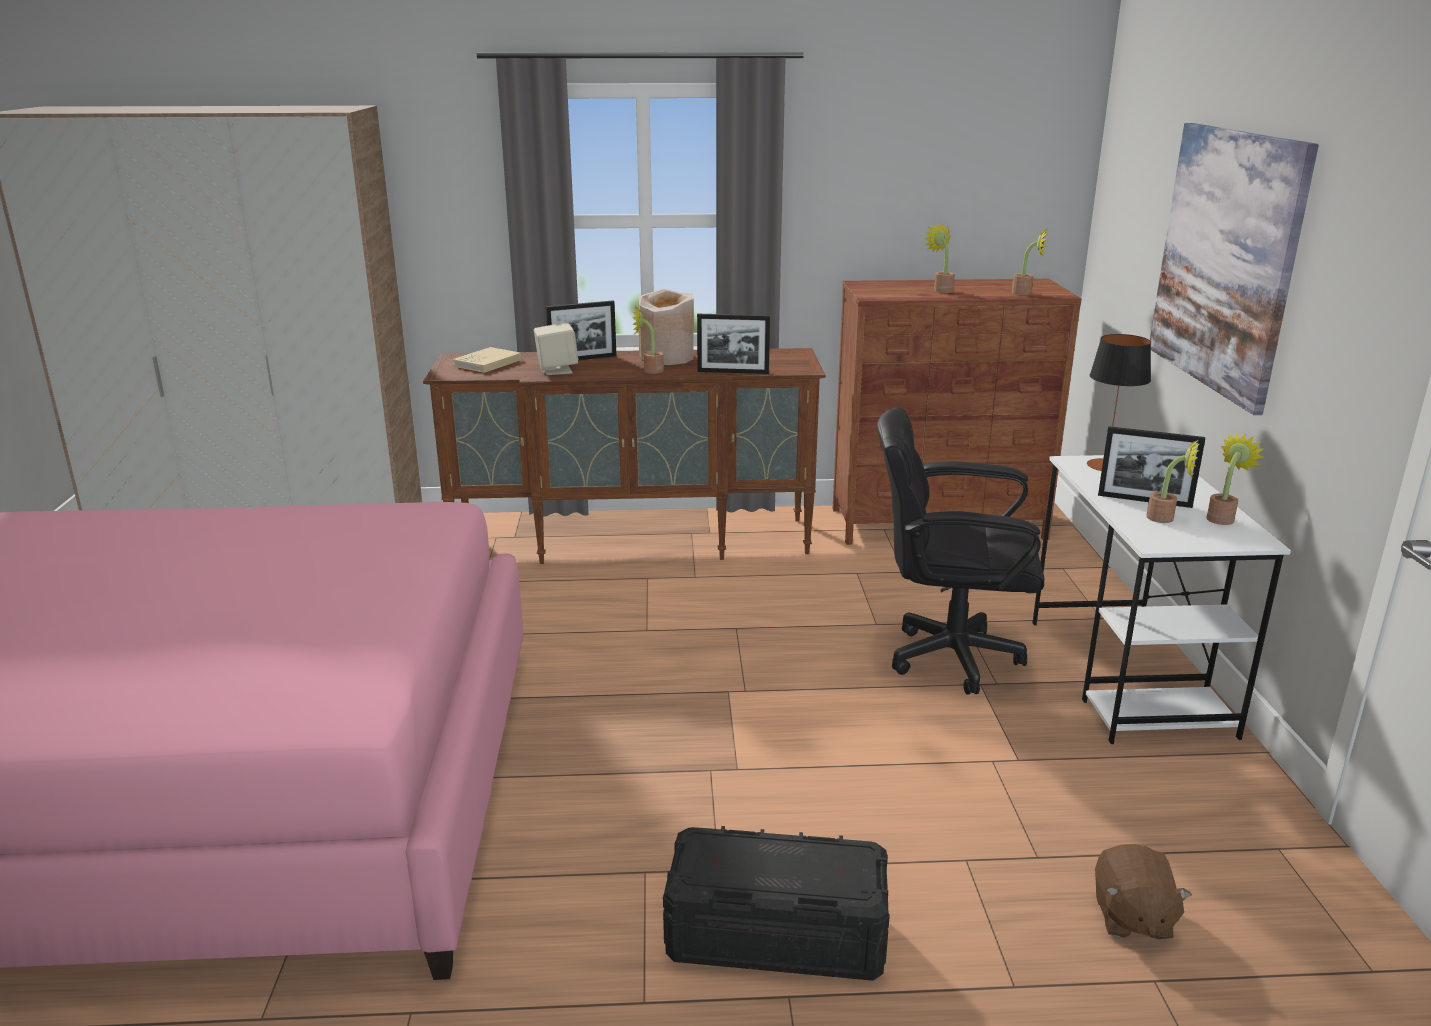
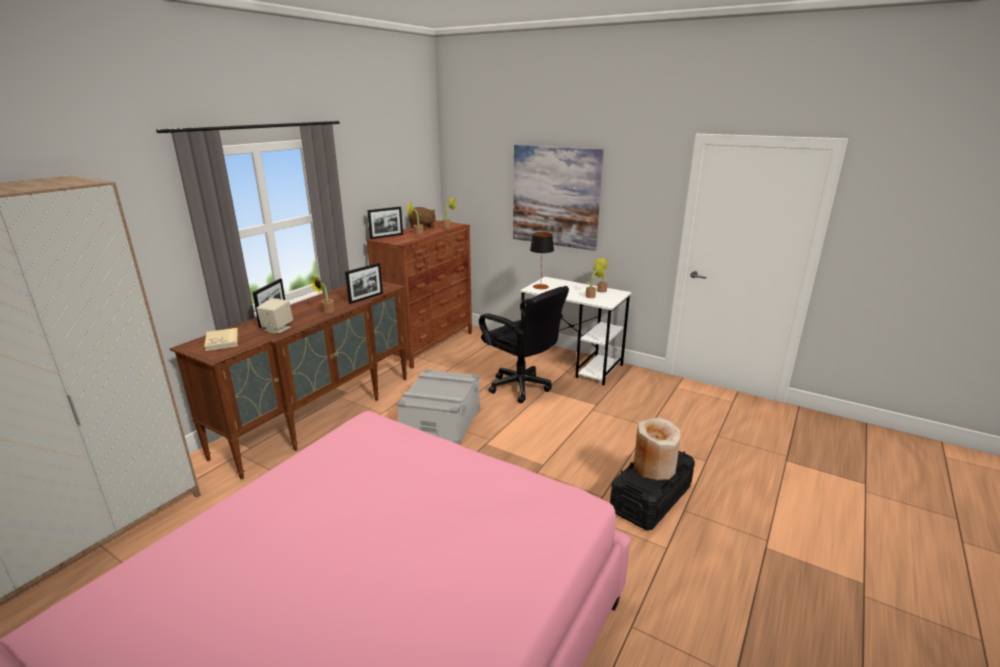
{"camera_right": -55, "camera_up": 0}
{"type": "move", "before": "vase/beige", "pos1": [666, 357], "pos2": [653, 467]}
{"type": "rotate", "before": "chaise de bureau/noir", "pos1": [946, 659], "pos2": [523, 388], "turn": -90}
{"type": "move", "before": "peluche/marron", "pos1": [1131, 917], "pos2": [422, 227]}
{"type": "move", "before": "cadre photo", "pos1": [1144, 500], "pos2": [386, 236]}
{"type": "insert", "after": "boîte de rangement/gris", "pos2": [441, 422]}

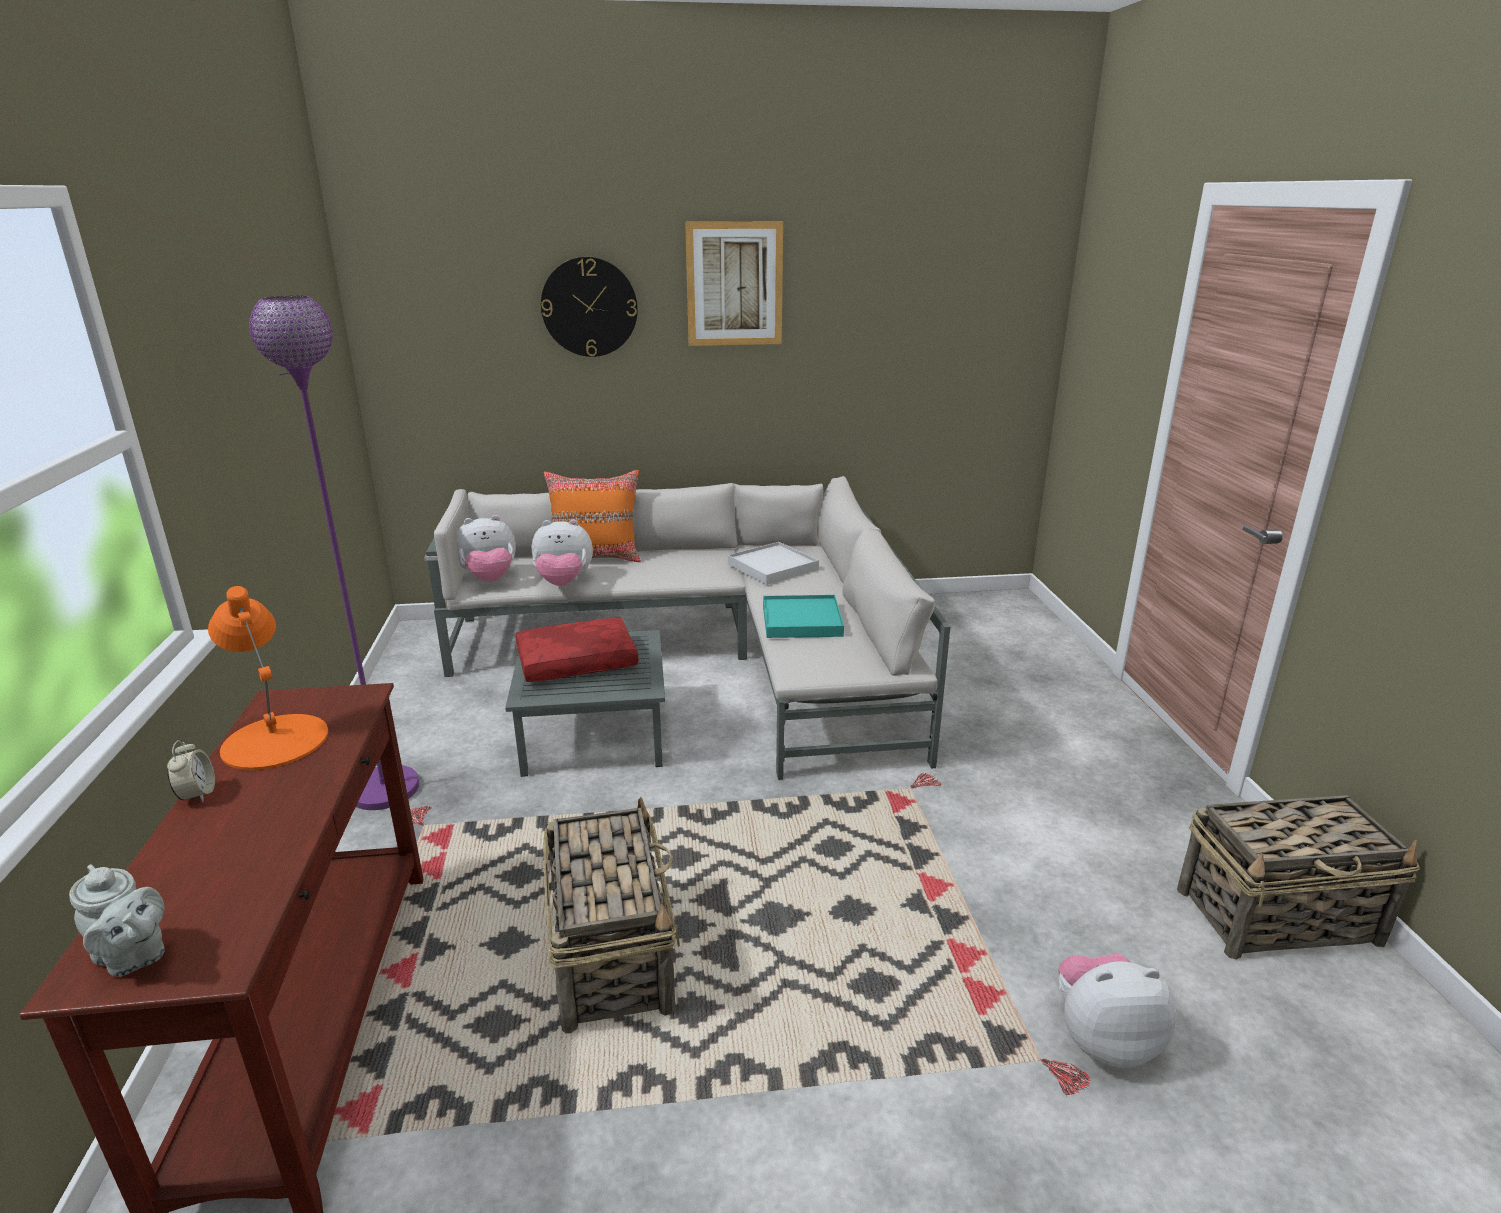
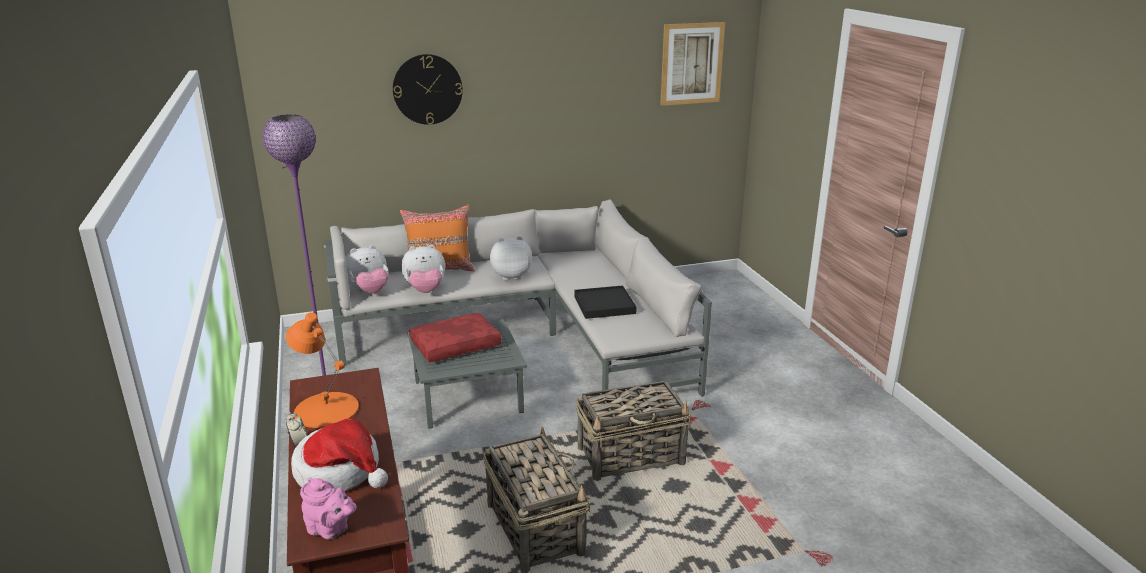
{"camera_right": -10, "camera_up": 0}
{"type": "recolor", "before": "théière/gris", "after": "théière/rose", "pos1": [133, 957], "pos2": [330, 530]}
{"type": "move", "before": "tableau", "pos1": [734, 284], "pos2": [691, 63]}
{"type": "delete", "before": "plateau/blanc", "pos1": [772, 567]}
{"type": "recolor", "before": "plateau/turquoise", "after": "plateau/noir", "pos1": [802, 621], "pos2": [604, 305]}
{"type": "move", "before": "peluche", "pos1": [1103, 1039], "pos2": [510, 276]}
{"type": "move", "before": "panier", "pos1": [1279, 916], "pos2": [632, 455]}
{"type": "insert", "after": "chapeau", "pos2": [340, 471]}

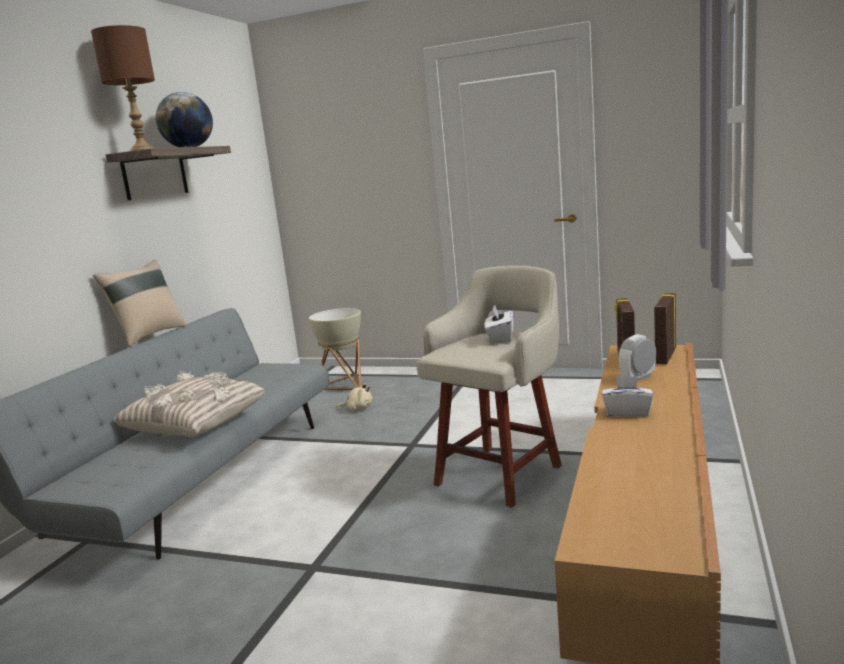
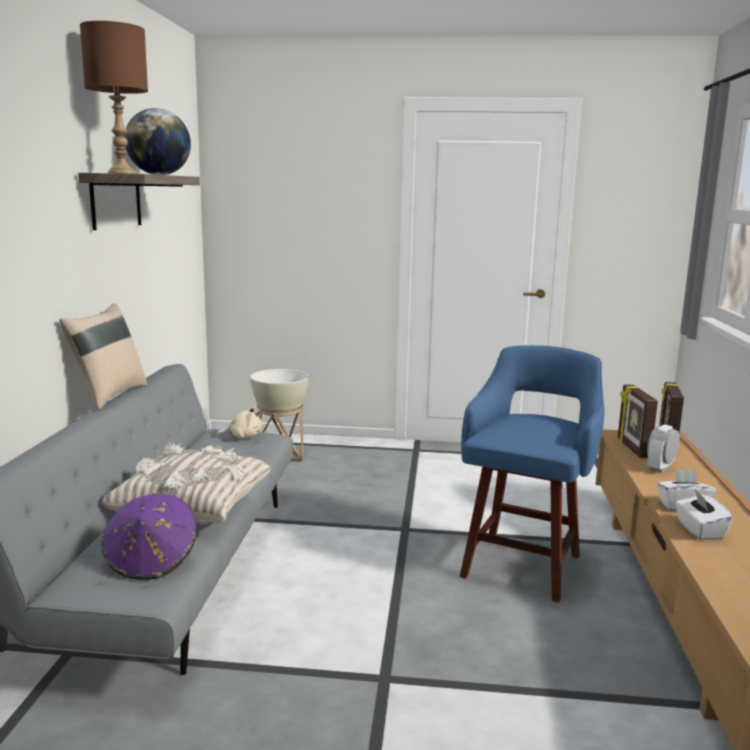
{"camera_right": -15, "camera_up": 0}
{"type": "move", "before": "peluche/beige", "pos1": [358, 408], "pos2": [243, 436]}
{"type": "recolor", "before": "tabouret/beige", "after": "tabouret/bleu", "pos1": [502, 473], "pos2": [524, 563]}
{"type": "move", "before": "boîte à mouchoirs/blanc", "pos1": [500, 338], "pos2": [699, 530]}
{"type": "insert", "after": "chapeau/violet", "pos2": [151, 561]}

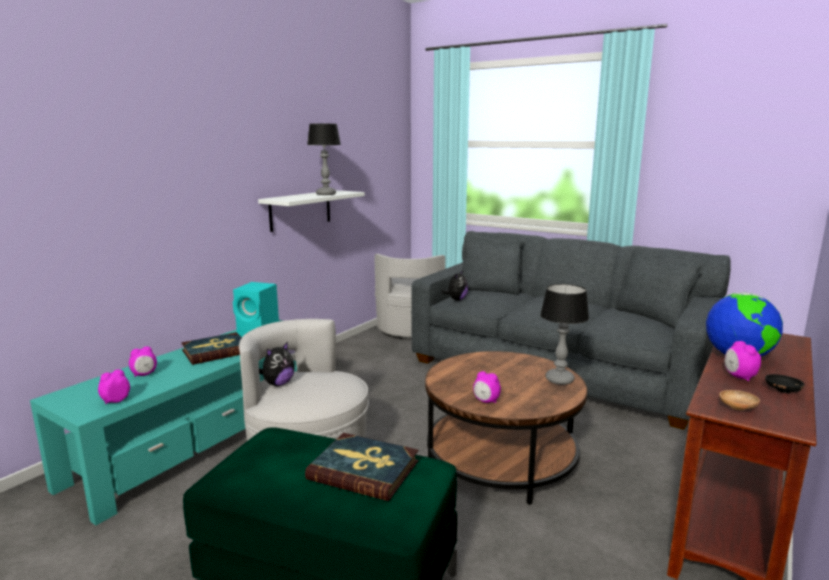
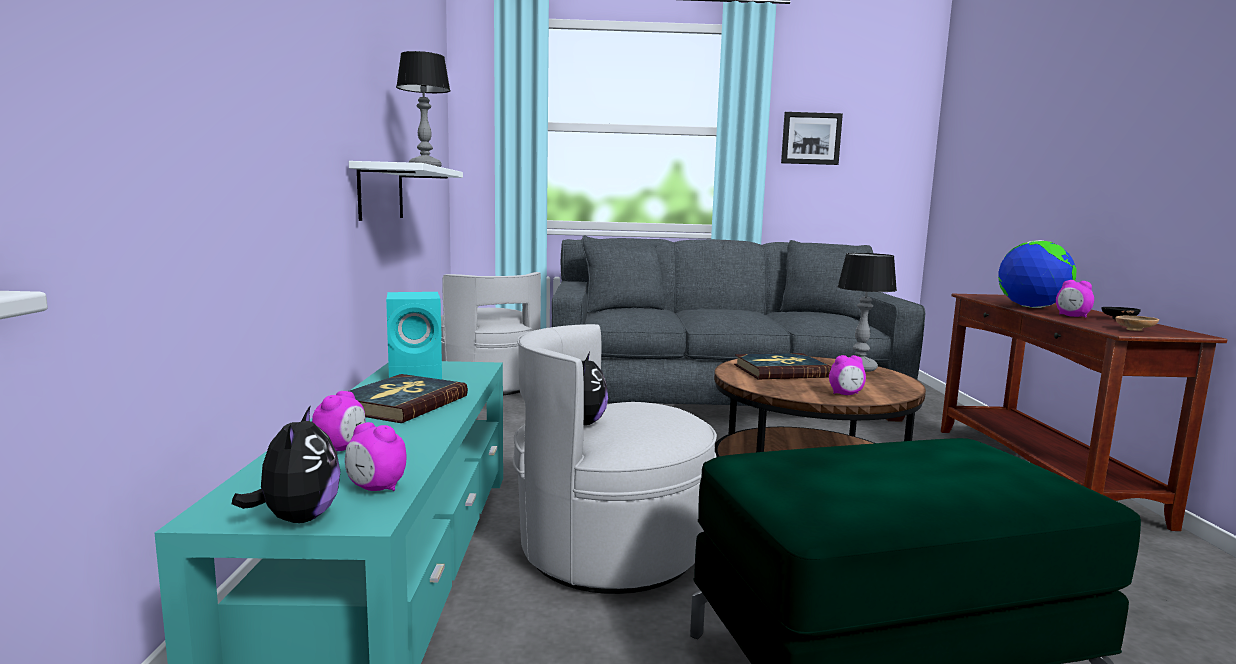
{"camera_right": -35, "camera_up": -5}
{"type": "rotate", "before": "réveil", "pos1": [116, 400], "pos2": [376, 488], "turn": -75}
{"type": "move", "before": "livre", "pos1": [364, 470], "pos2": [780, 371]}
{"type": "move", "before": "peluche", "pos1": [456, 299], "pos2": [297, 518]}
{"type": "insert", "after": "tableau", "pos2": [811, 138]}

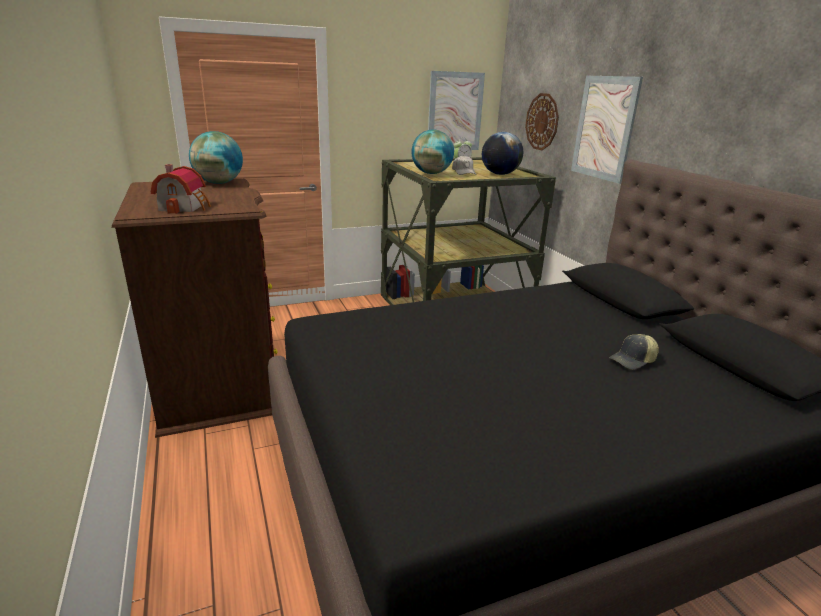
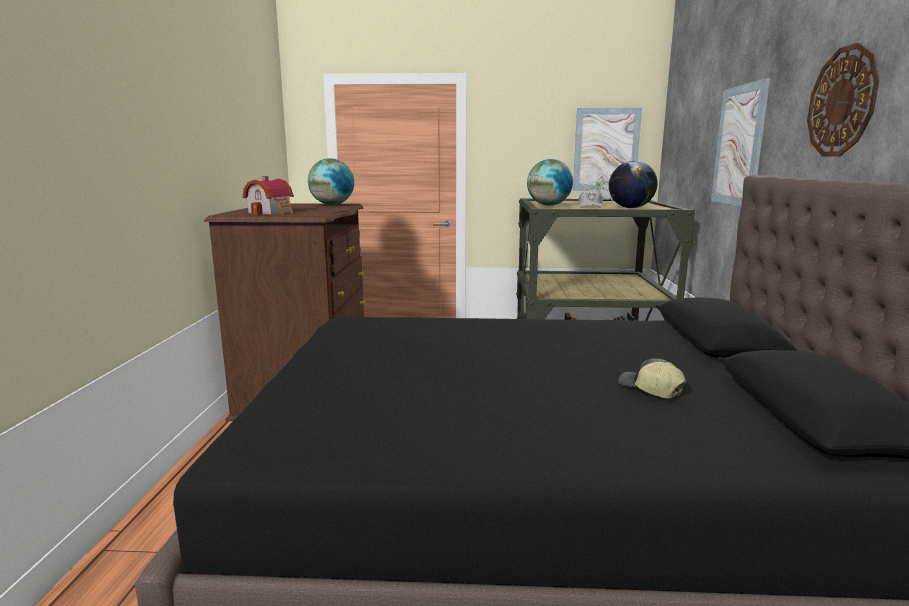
{"camera_right": 25, "camera_up": -10}
{"type": "move", "before": "horloge murale", "pos1": [542, 122], "pos2": [842, 102]}
{"type": "rotate", "before": "casquette", "pos1": [633, 361], "pos2": [649, 389], "turn": 60}

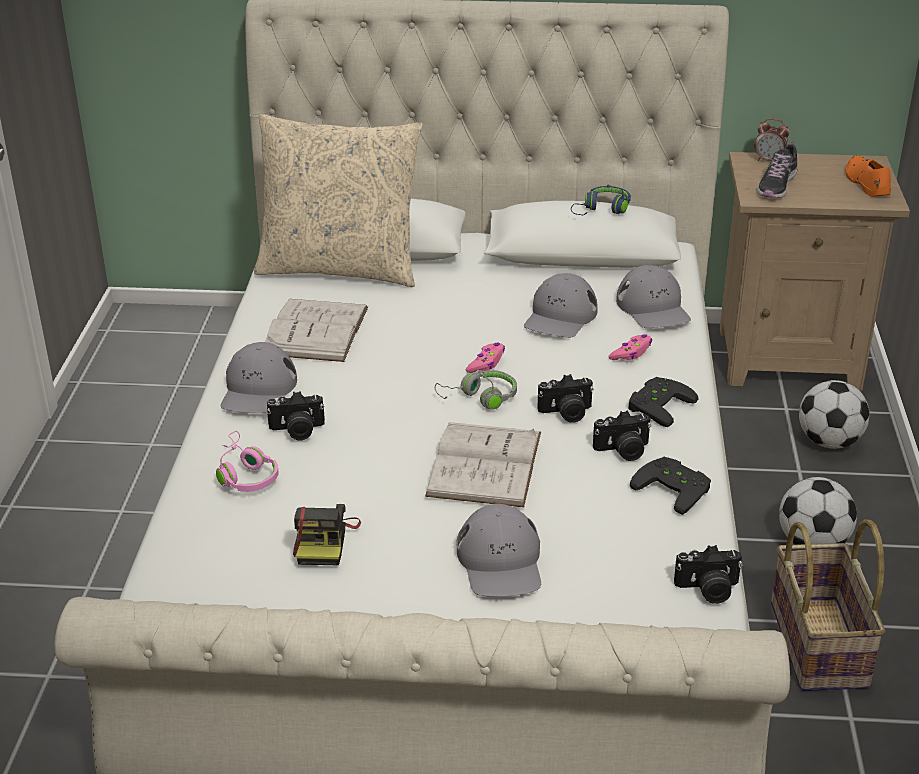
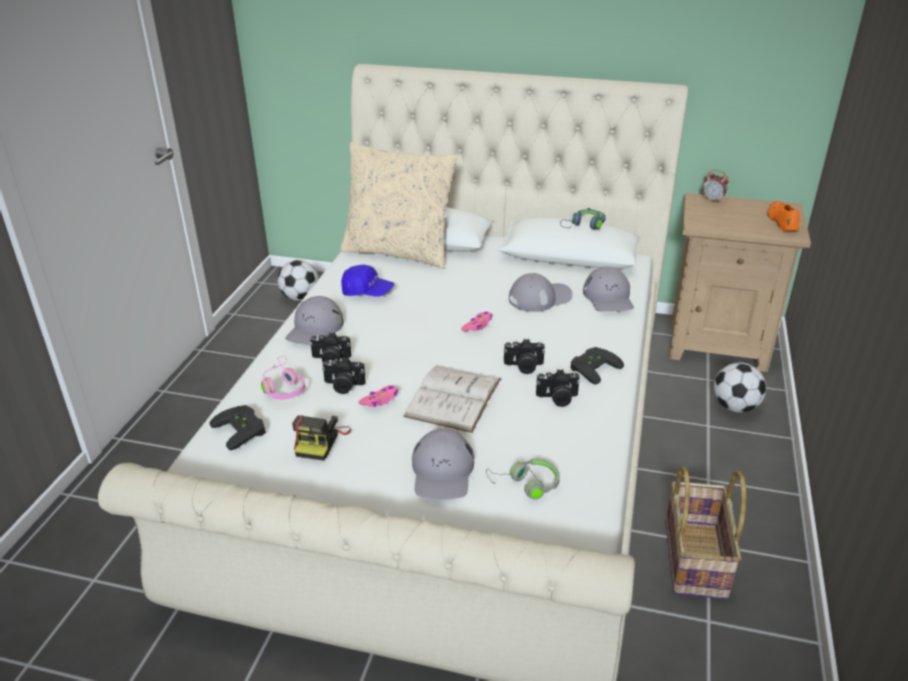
{"camera_right": 10, "camera_up": 0}
{"type": "replace", "before": "livre/blanc", "after": "casquette/bleu", "pos1": [315, 330], "pos2": [367, 292]}
{"type": "move", "before": "casque audio/gris", "pos1": [480, 398], "pos2": [525, 484]}
{"type": "rotate", "before": "casquette/gris", "pos1": [560, 316], "pos2": [540, 298], "turn": -150}
{"type": "move", "before": "manette/rose", "pos1": [631, 353], "pos2": [380, 400]}
{"type": "move", "before": "manette/noir", "pos1": [675, 488], "pos2": [243, 429]}
{"type": "move", "before": "appareil photo", "pos1": [708, 590], "pos2": [343, 386]}
{"type": "delete", "before": "chaussure", "pos1": [776, 186]}
{"type": "move", "before": "ballon de foot", "pos1": [812, 544], "pos2": [300, 297]}

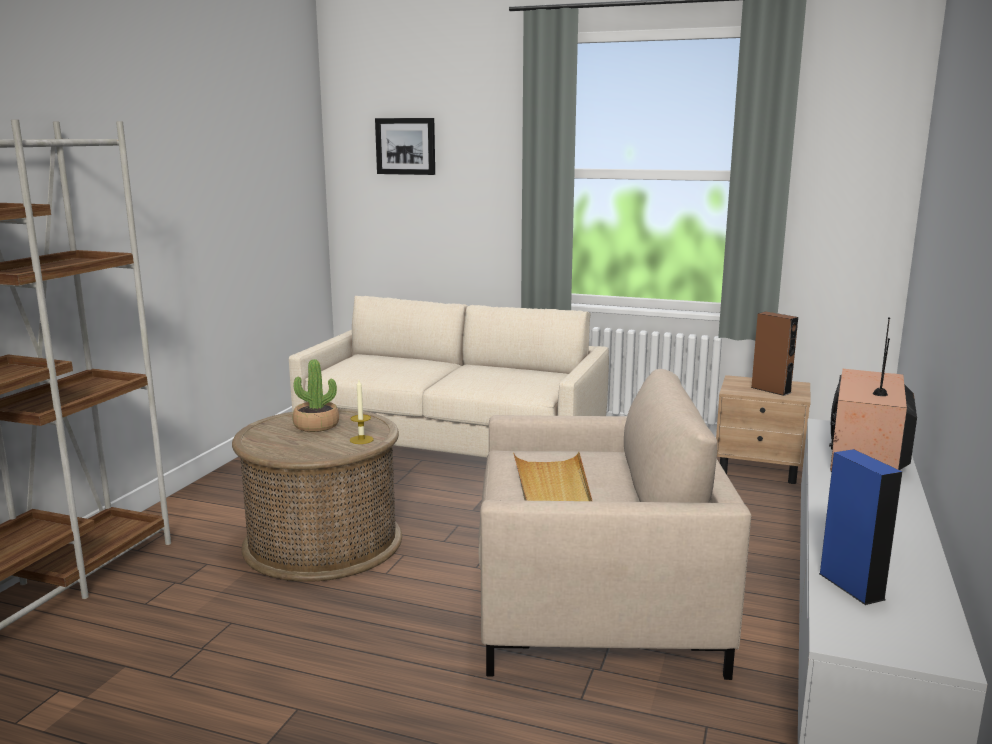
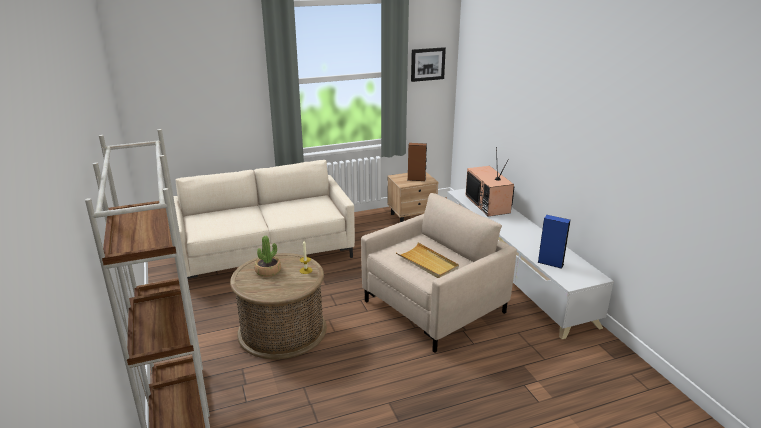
{"camera_right": -40, "camera_up": 10}
{"type": "move", "before": "tableau", "pos1": [406, 146], "pos2": [427, 64]}

